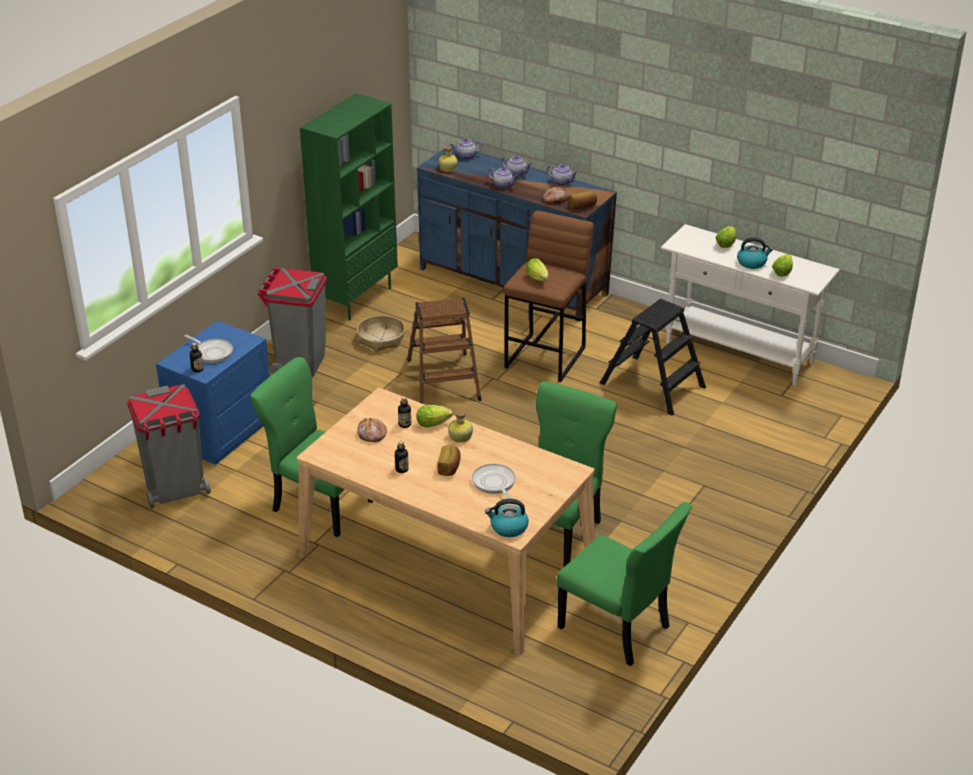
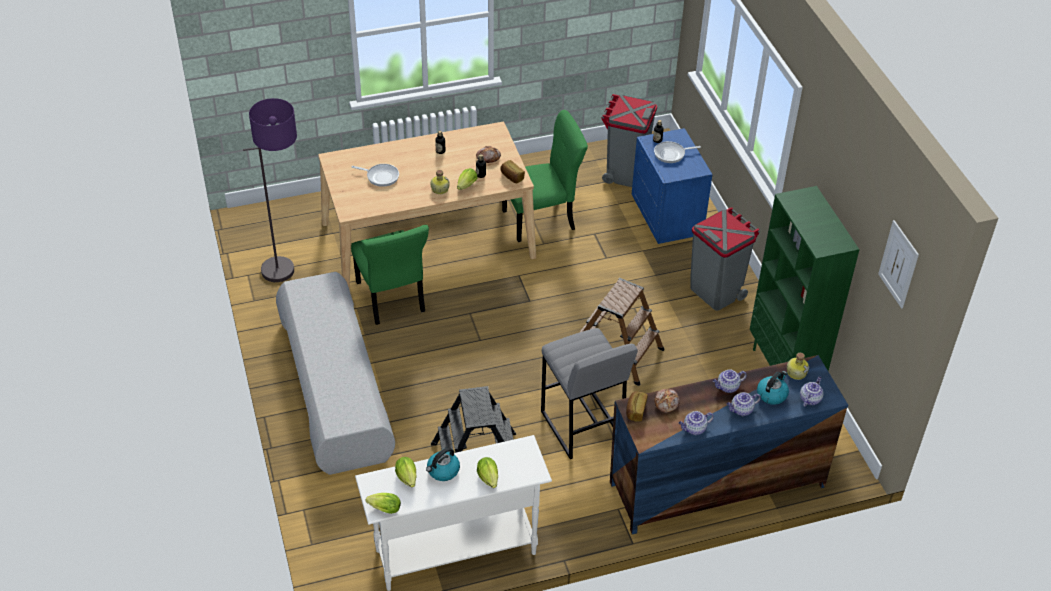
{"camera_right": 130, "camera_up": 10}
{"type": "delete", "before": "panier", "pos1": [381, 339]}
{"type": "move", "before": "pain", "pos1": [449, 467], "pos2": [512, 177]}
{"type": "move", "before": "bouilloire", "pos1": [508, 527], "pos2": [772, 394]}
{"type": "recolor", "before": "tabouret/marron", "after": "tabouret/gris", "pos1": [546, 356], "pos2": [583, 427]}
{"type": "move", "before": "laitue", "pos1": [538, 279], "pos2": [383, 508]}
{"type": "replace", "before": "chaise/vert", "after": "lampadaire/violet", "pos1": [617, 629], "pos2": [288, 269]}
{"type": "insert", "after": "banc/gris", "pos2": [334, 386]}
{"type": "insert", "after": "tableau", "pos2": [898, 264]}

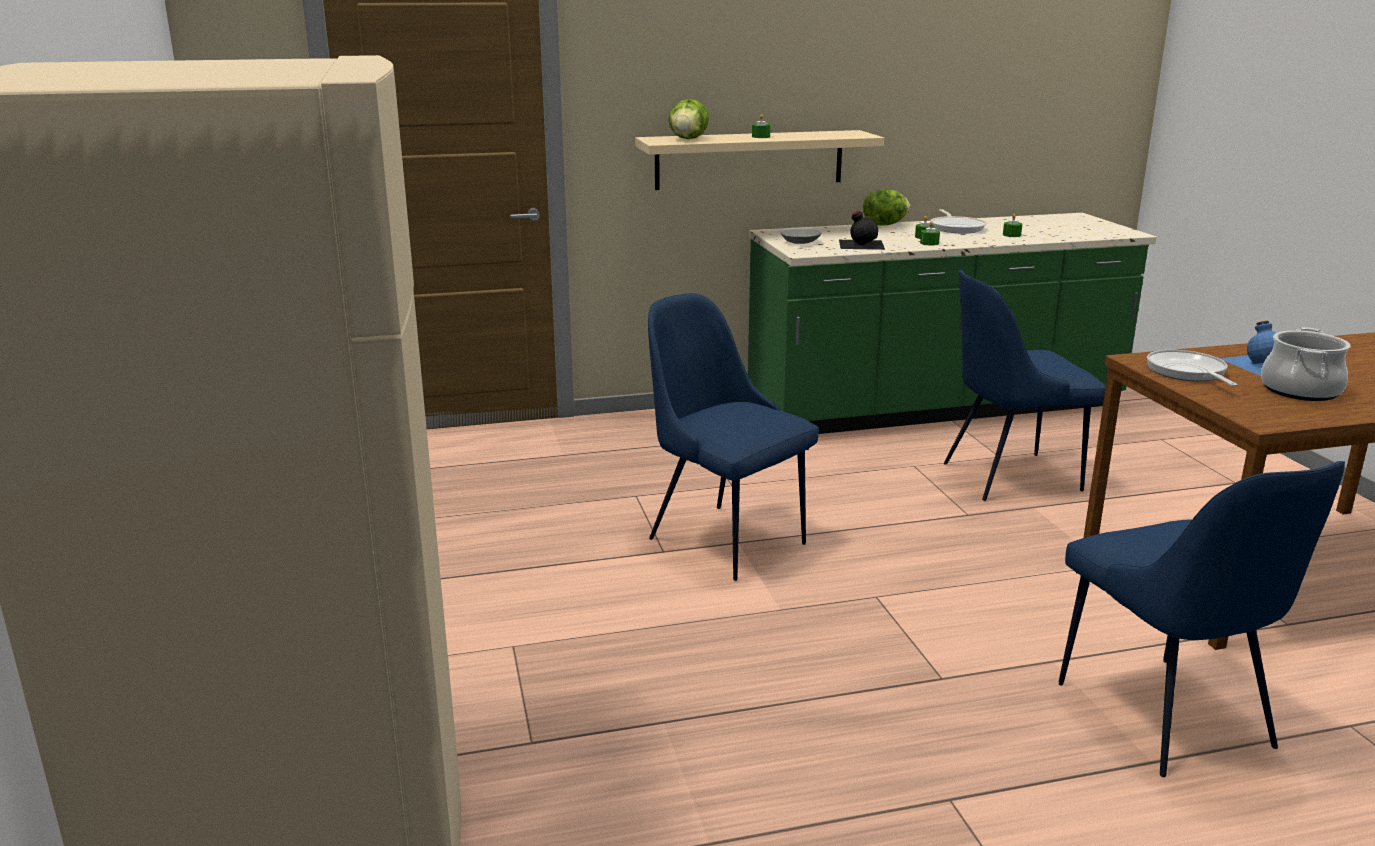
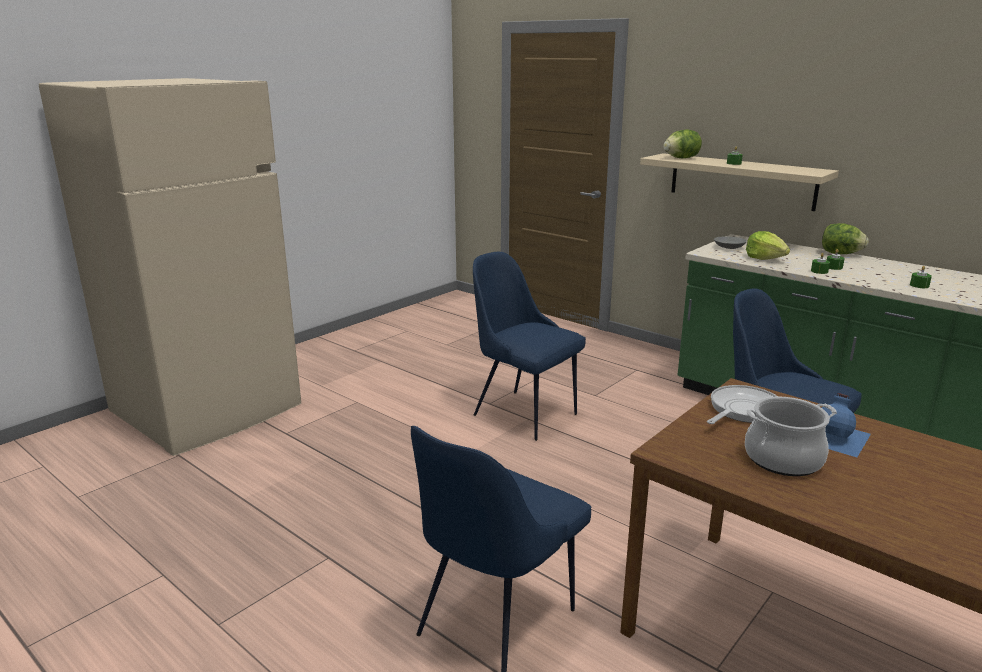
{"camera_right": 55, "camera_up": 0}
{"type": "rotate", "before": "chaise/bleu", "pos1": [725, 541], "pos2": [523, 415], "turn": -60}
{"type": "replace", "before": "bouteille/noir", "after": "laitue", "pos1": [860, 244], "pos2": [765, 258]}
{"type": "delete", "before": "poêle", "pos1": [957, 228]}

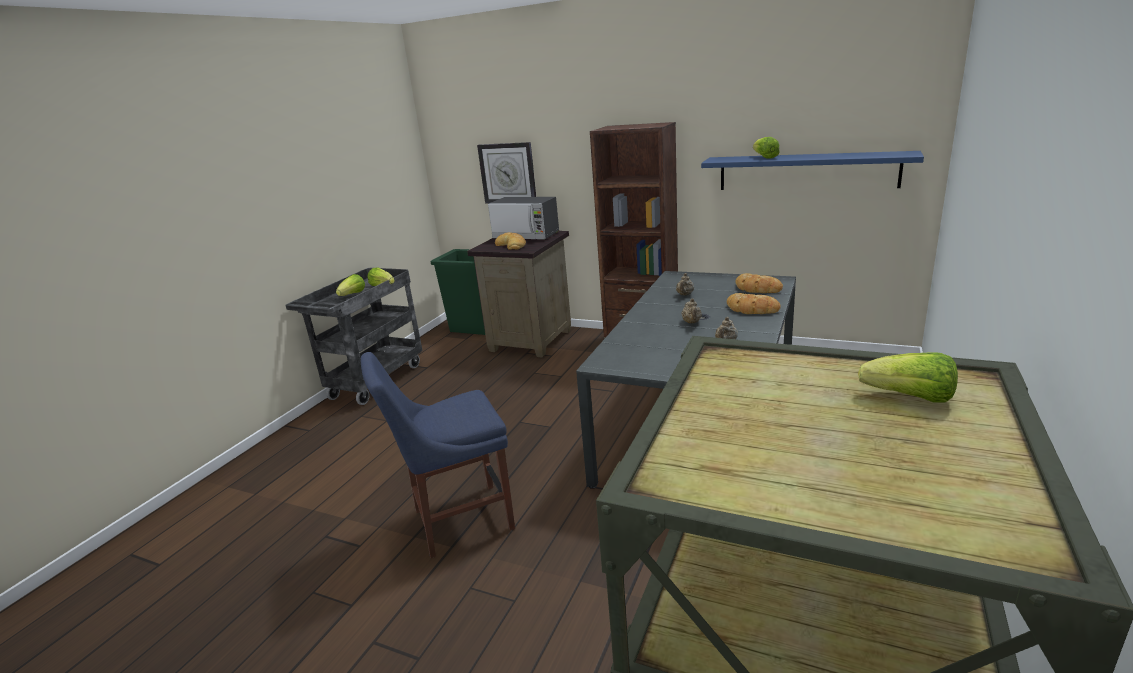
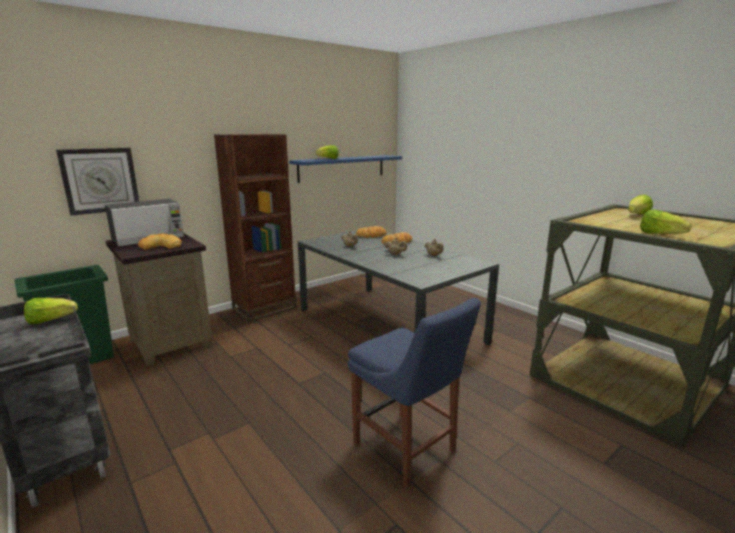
{"camera_right": -65, "camera_up": -5}
{"type": "move", "before": "laitue", "pos1": [353, 295], "pos2": [659, 235]}
{"type": "rotate", "before": "chaise/bleu", "pos1": [457, 520], "pos2": [407, 449], "turn": -45}

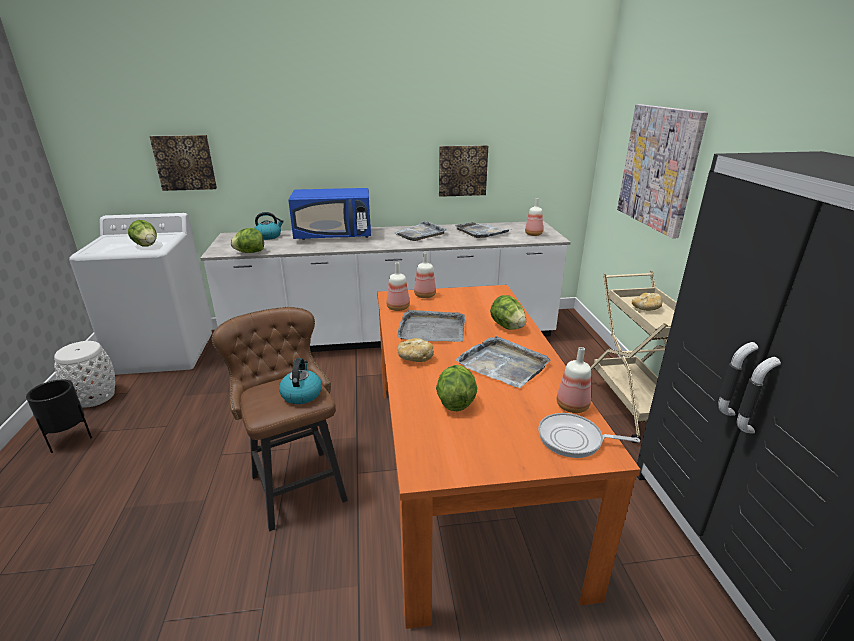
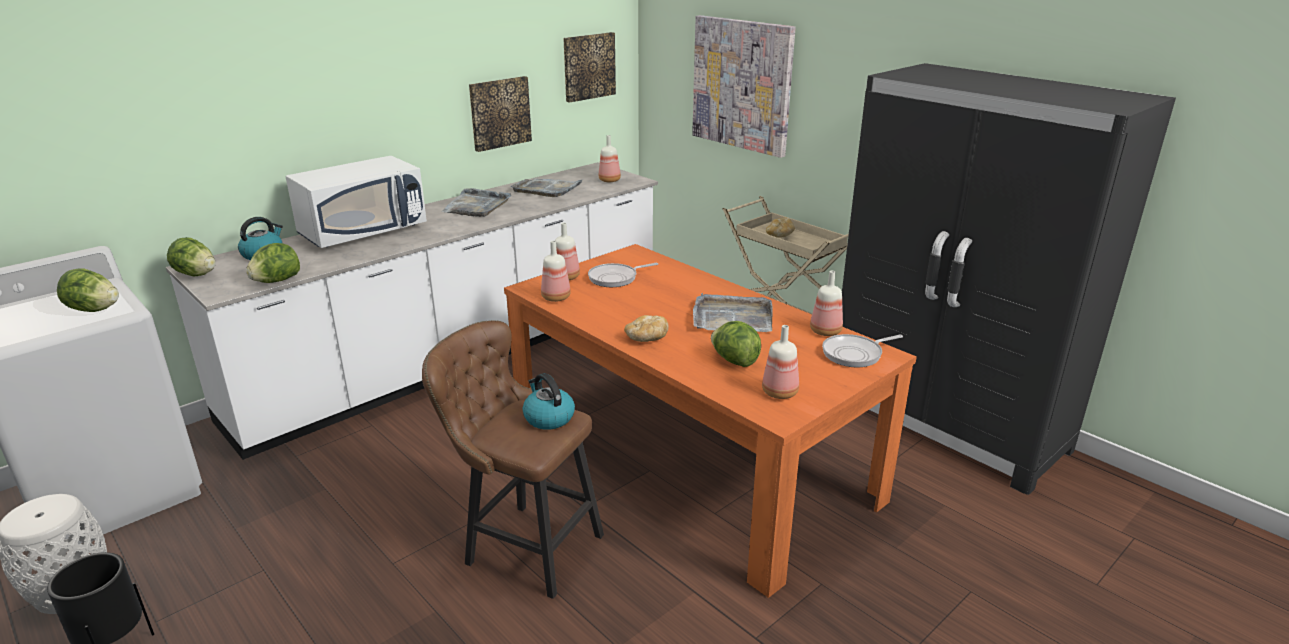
{"camera_right": -35, "camera_up": 0}
{"type": "move", "before": "tableau", "pos1": [185, 162], "pos2": [588, 66]}
{"type": "recolor", "before": "micro-ondes/bleu", "after": "micro-ondes/blanc", "pos1": [334, 235], "pos2": [364, 232]}
{"type": "delete", "before": "plateau/gris", "pos1": [431, 329]}
{"type": "move", "before": "laitue", "pos1": [507, 326], "pos2": [196, 274]}
{"type": "insert", "after": "poêle", "pos2": [616, 278]}
{"type": "insert", "after": "bouteille", "pos2": [780, 392]}

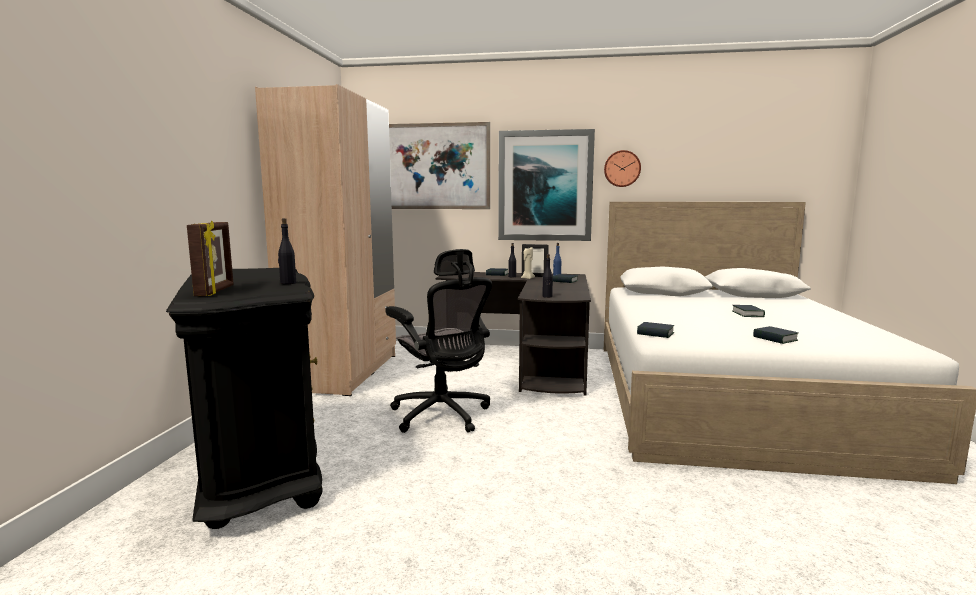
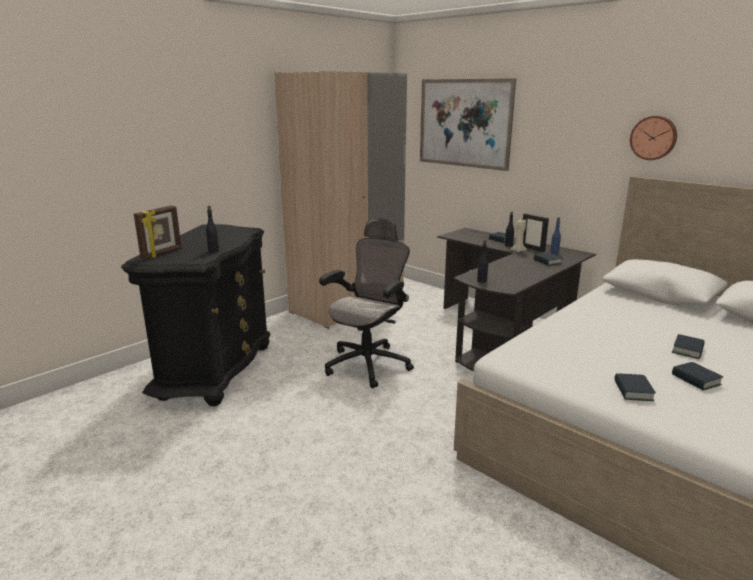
{"camera_right": 35, "camera_up": 10}
{"type": "rotate", "before": "chaise de bureau", "pos1": [441, 415], "pos2": [367, 364], "turn": -150}
{"type": "delete", "before": "tableau", "pos1": [545, 186]}
{"type": "move", "before": "livre", "pos1": [655, 333], "pos2": [696, 380]}

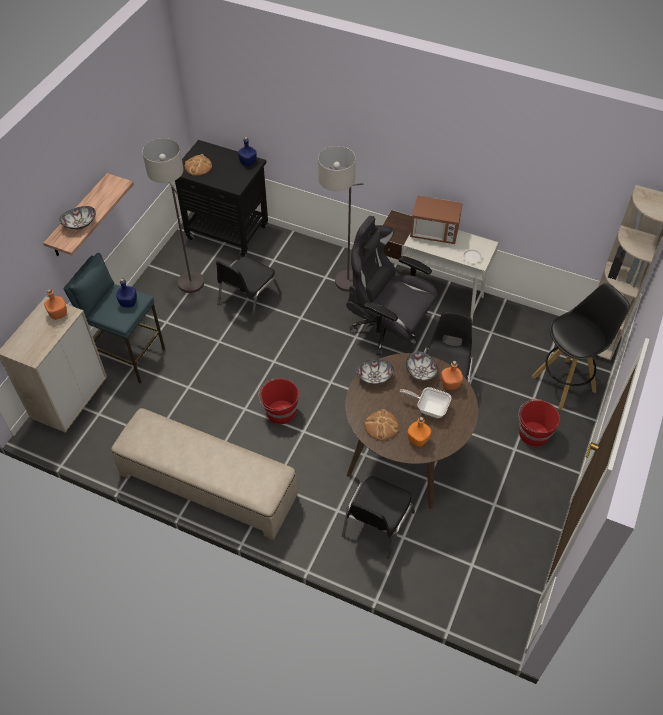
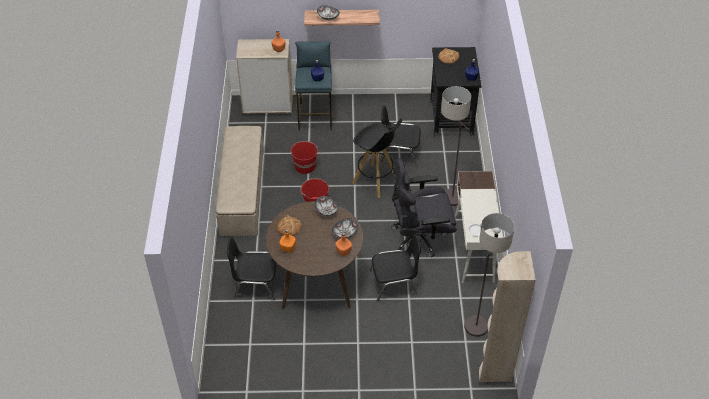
{"camera_right": 65, "camera_up": -5}
{"type": "move", "before": "lampadaire/gris", "pos1": [187, 278], "pos2": [479, 321]}
{"type": "rotate", "before": "chaise de bureau/noir", "pos1": [389, 330], "pos2": [421, 237], "turn": -105}
{"type": "delete", "before": "poêle", "pos1": [429, 408]}
{"type": "delete", "before": "micro-ondes", "pos1": [434, 233]}
{"type": "move", "before": "seau/rouge", "pos1": [533, 434], "pos2": [304, 166]}
{"type": "move", "before": "tabouret/noir", "pos1": [565, 384], "pos2": [376, 181]}

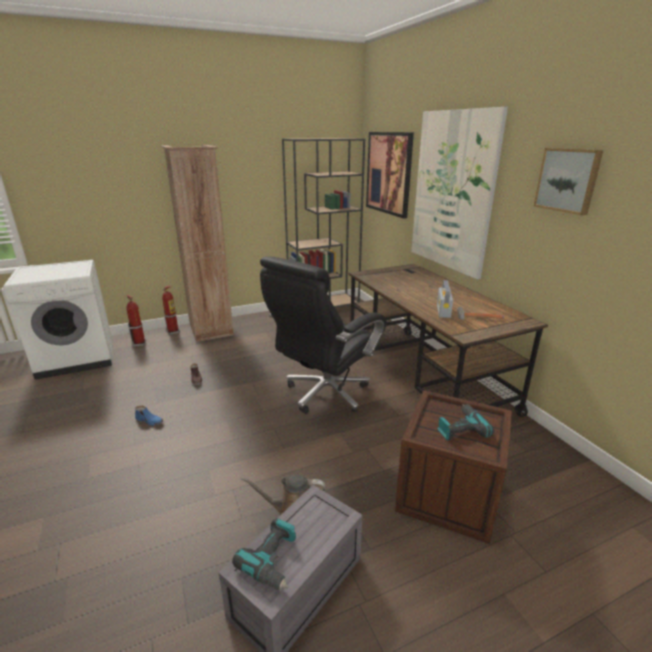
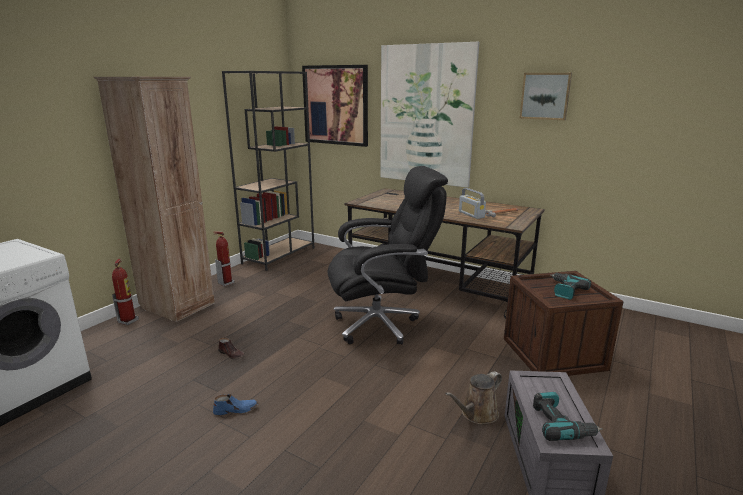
{"camera_right": -35, "camera_up": -5}
{"type": "move", "before": "extincteur", "pos1": [139, 343], "pos2": [226, 283]}
{"type": "rotate", "before": "chaise de bureau/noir", "pos1": [324, 396], "pos2": [381, 325], "turn": -105}

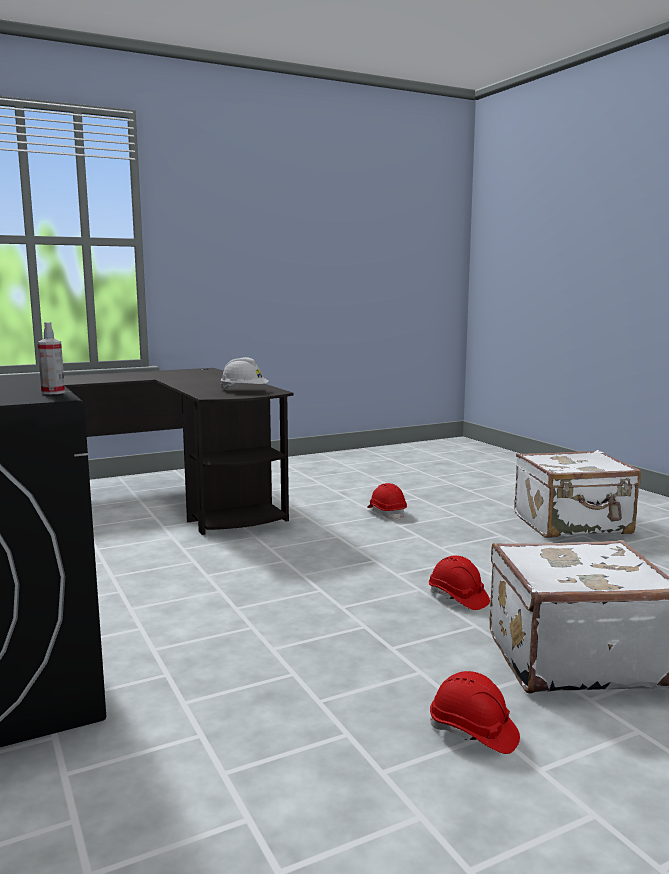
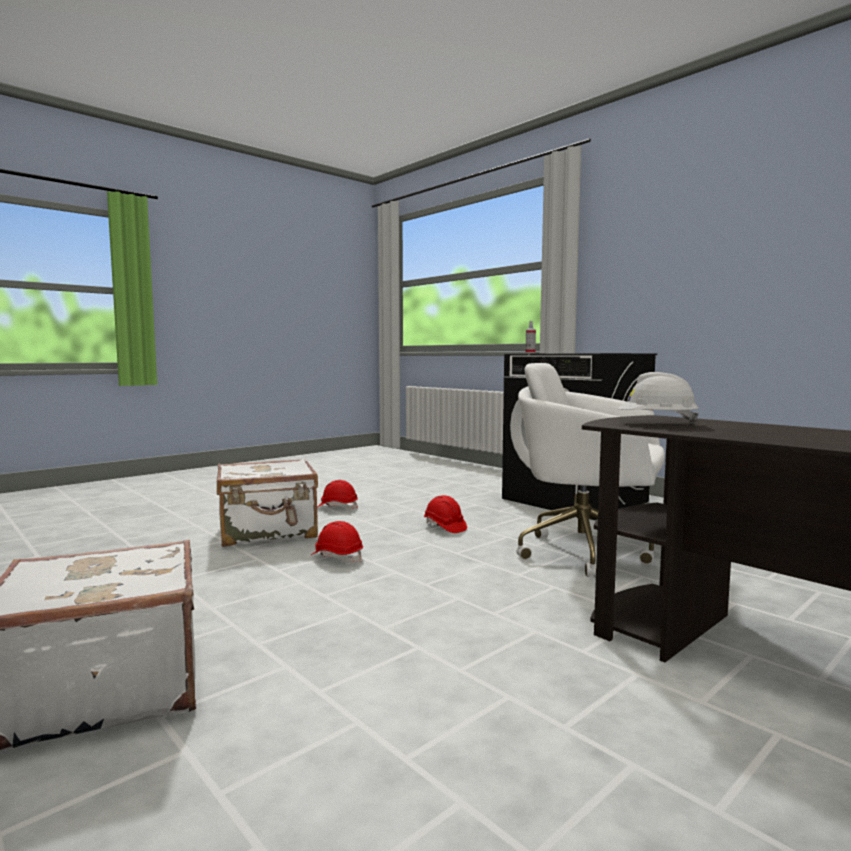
{"camera_right": 165, "camera_up": -5}
{"type": "move", "before": "casque de chantier/rouge", "pos1": [386, 513], "pos2": [444, 527]}
{"type": "insert", "after": "chaise de bureau/blanc", "pos2": [588, 554]}

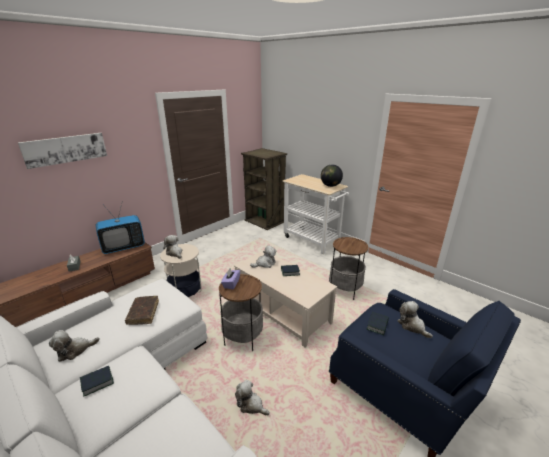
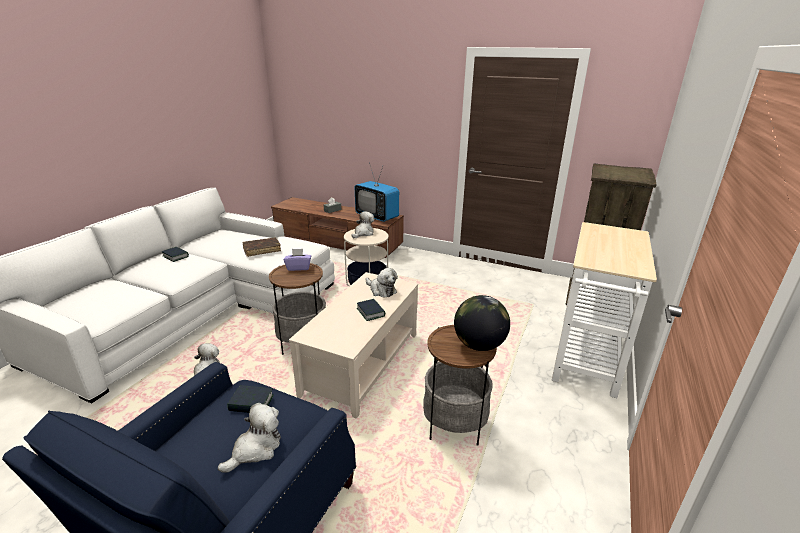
{"camera_right": 70, "camera_up": 0}
{"type": "delete", "before": "tableau", "pos1": [65, 149]}
{"type": "delete", "before": "peluche", "pos1": [74, 350]}
{"type": "move", "before": "globe", "pos1": [330, 186], "pos2": [479, 345]}

